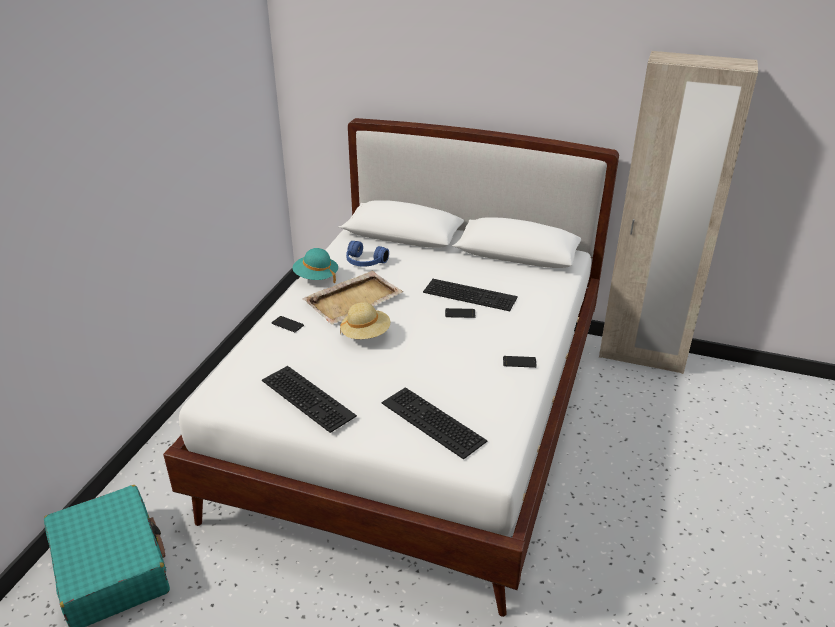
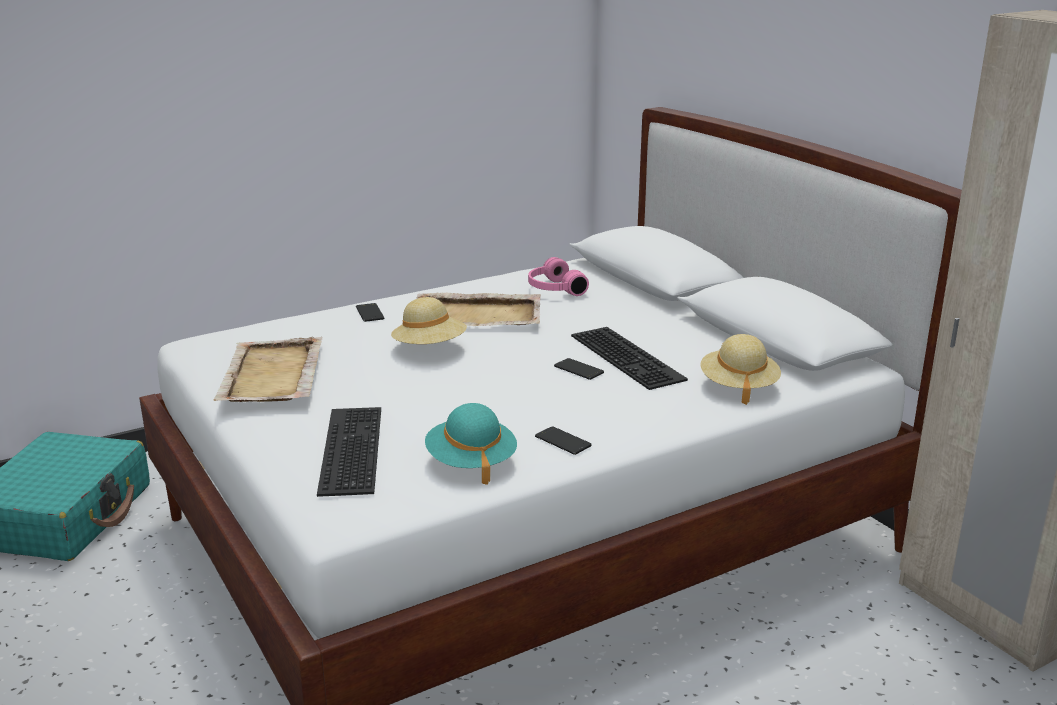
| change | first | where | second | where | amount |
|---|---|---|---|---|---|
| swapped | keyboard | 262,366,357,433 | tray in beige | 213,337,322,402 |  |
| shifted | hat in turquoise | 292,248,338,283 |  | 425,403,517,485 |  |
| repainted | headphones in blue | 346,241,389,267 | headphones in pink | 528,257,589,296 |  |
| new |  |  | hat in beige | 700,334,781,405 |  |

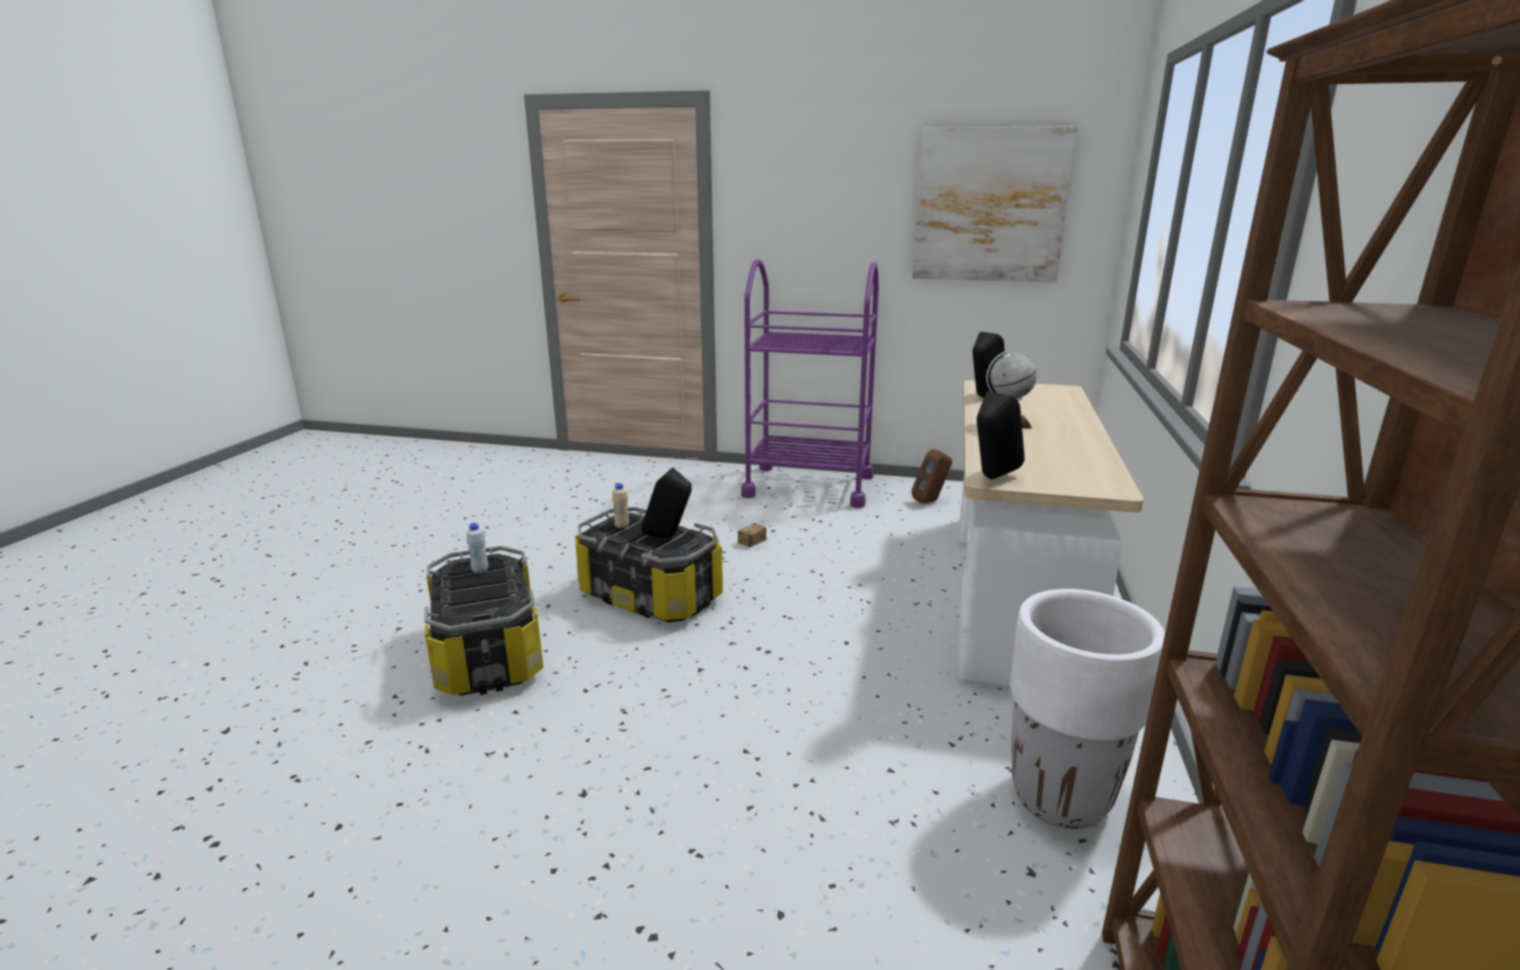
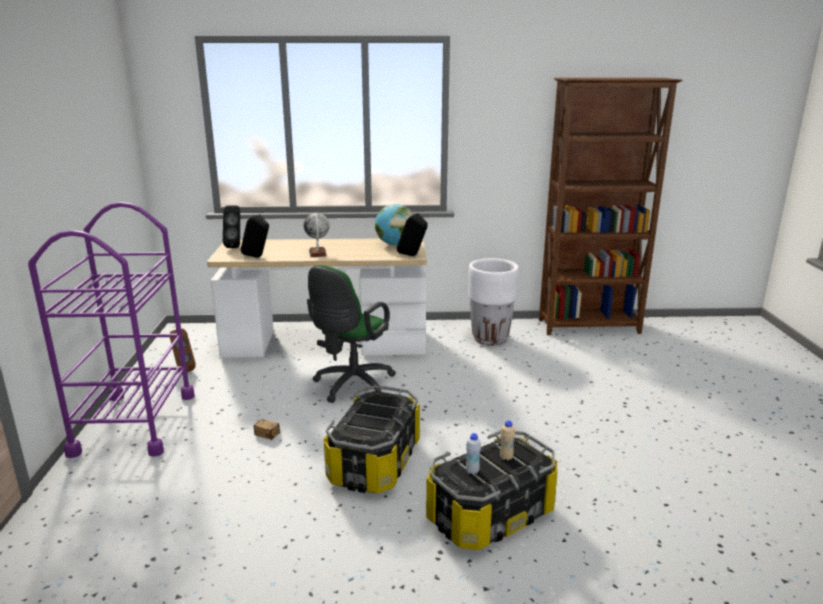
| change | first | where | second | where | amount |
|---|---|---|---|---|---|
| shifted | speaker in black | 641,468,692,538 |  | 223,205,240,248 |  |
| new |  |  | office chair in green | 307,265,396,403 |  |
| new |  |  | globe | 375,204,414,245 |  |
| shifted | bottle in beige | 612,483,629,529 |  | 500,420,515,461 |  |
| gone | picture | 913,126,1077,282 |  |  |  |

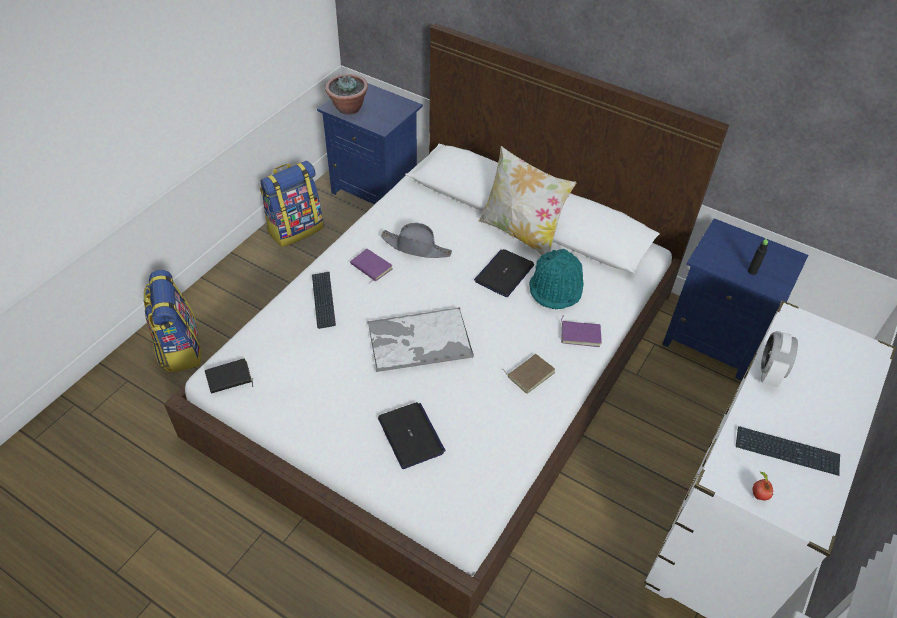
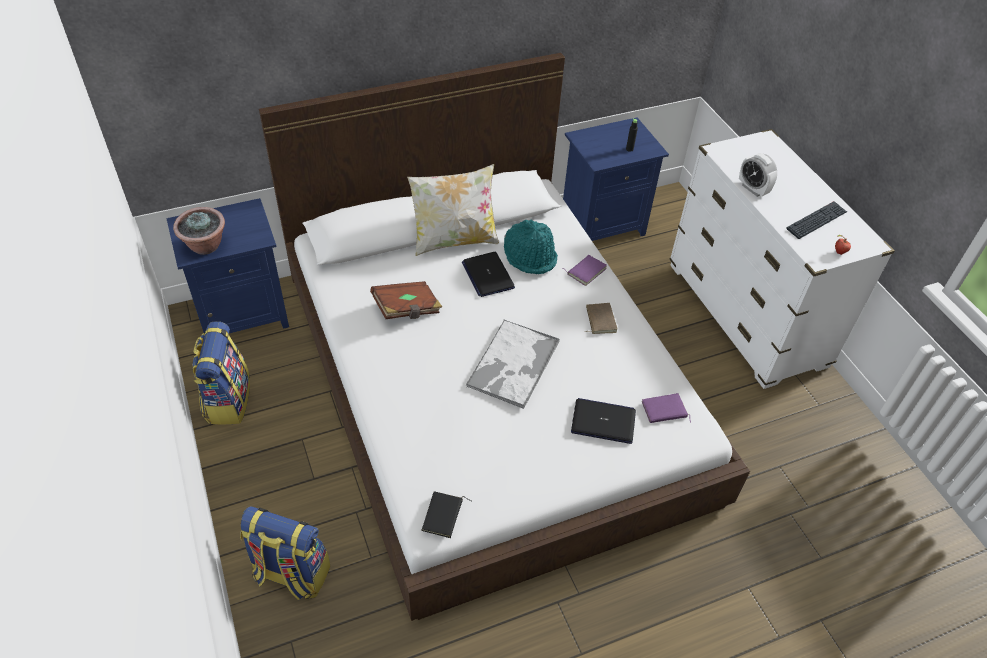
| change | first | where | second | where | amount |
|---|---|---|---|---|---|
| swapped | hat in grey | 381,223,452,258 | book in brown | 370,281,442,319 |  |
| shifted | book in purple | 350,249,393,283 |  | 642,393,691,423 |  |
| gone | keyboard | 312,272,336,329 |  |  |  |

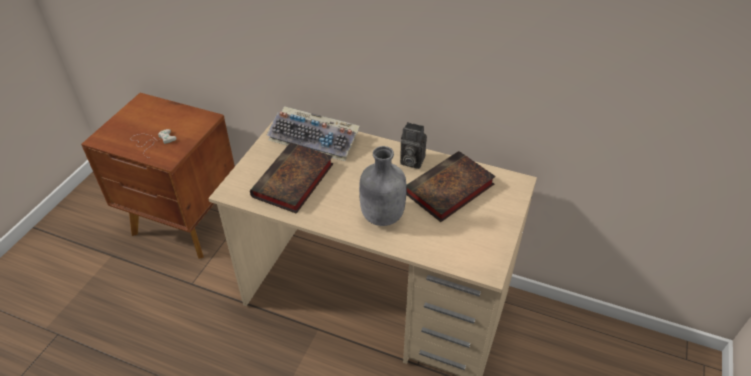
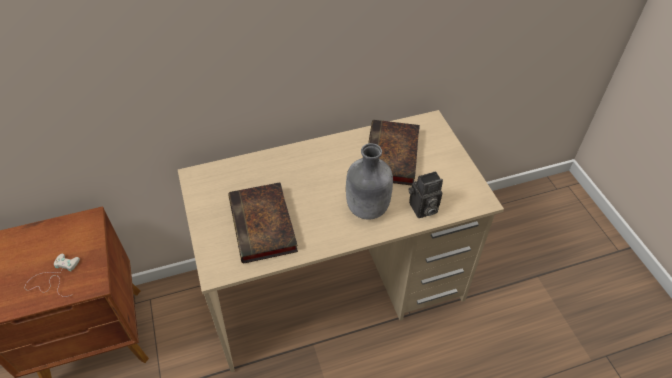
| change | first | where | second | where | amount |
|---|---|---|---|---|---|
| shifted | photo camera | 400,122,427,169 |  | 409,171,443,218 |  |
| gone | keyboard | 267,106,360,161 |  |  |  |

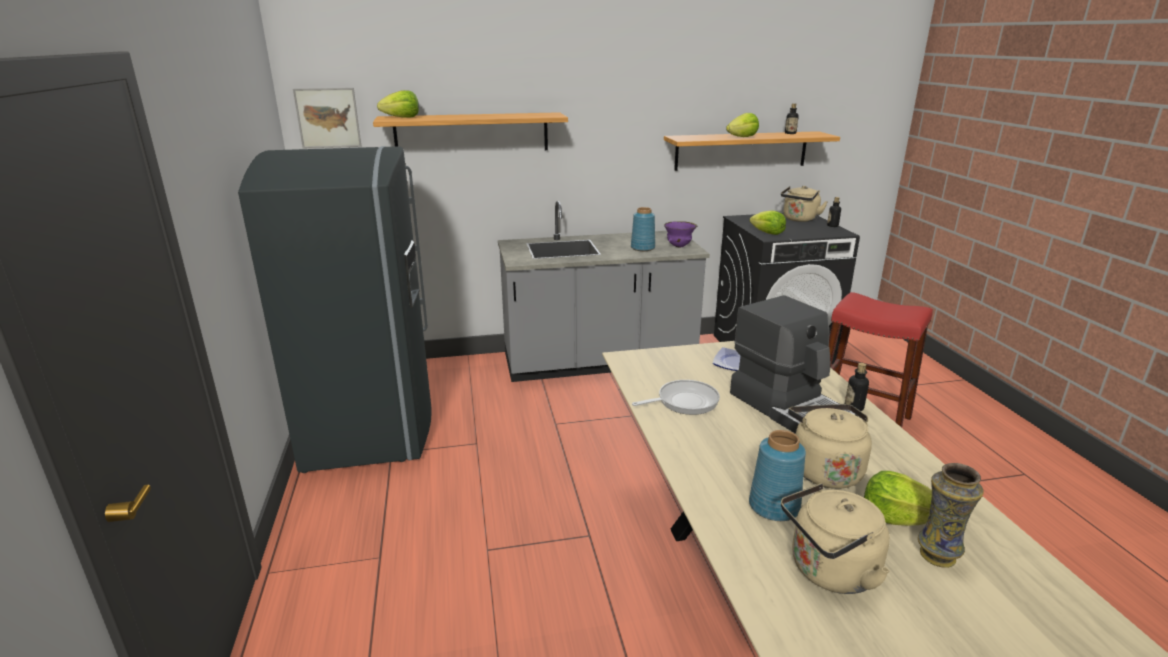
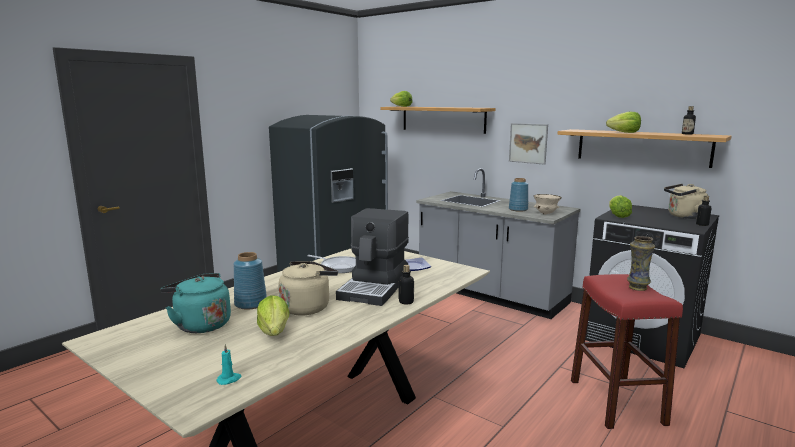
| change | first | where | second | where | amount |
|---|---|---|---|---|---|
| repainted | kettle in beige | 781,483,890,594 | kettle in turquoise | 161,273,231,333 |  |
| new |  |  | candle in turquoise | 216,344,242,385 |  |
| shifted | picture | 293,88,361,148 |  | 509,123,548,165 |  |
| repainted | bowl in purple | 664,221,697,247 | bowl in beige | 534,194,562,214 |  |
| shifted | vase | 918,463,984,568 |  | 627,236,655,291 |  |

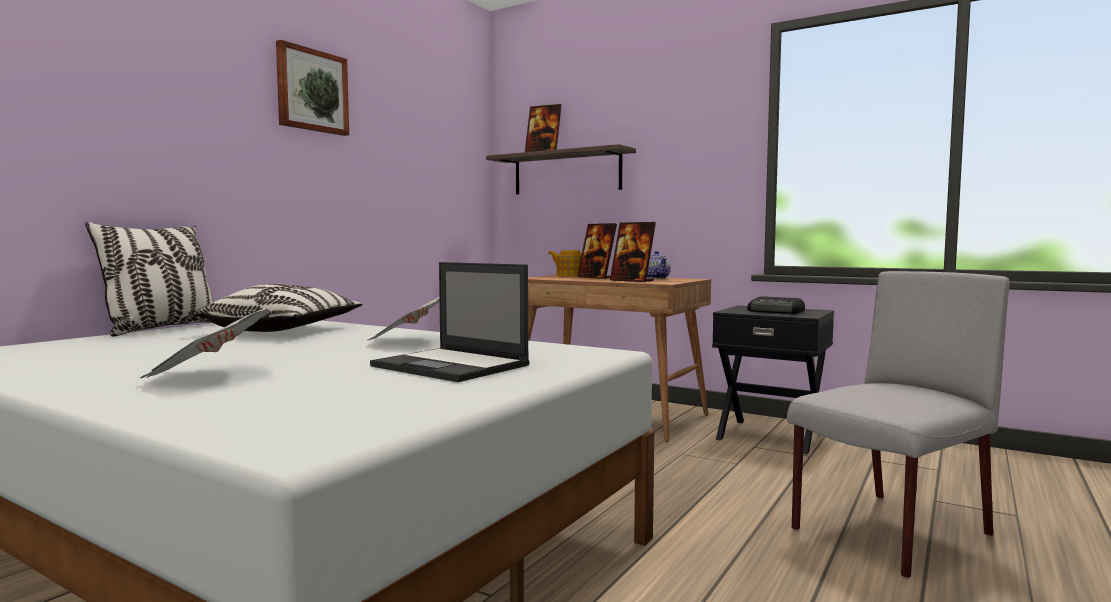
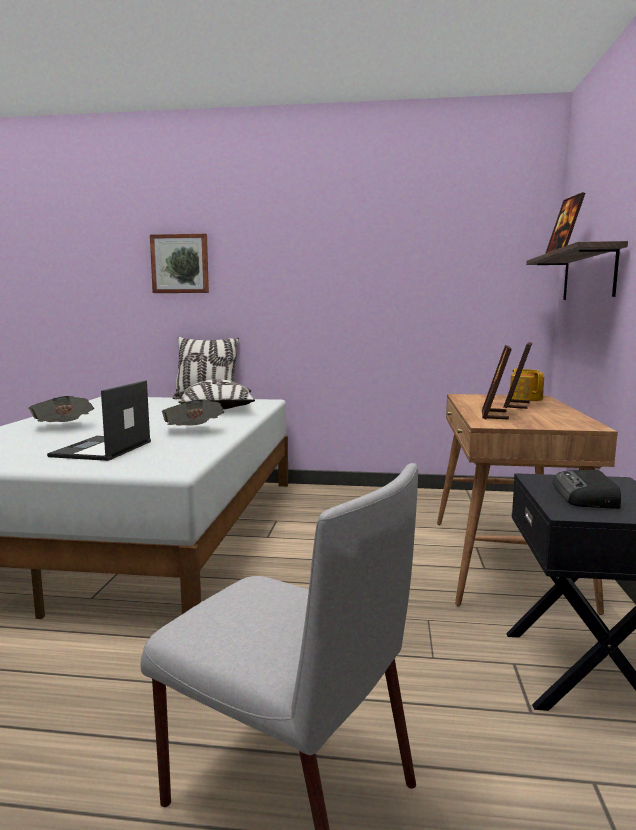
| change | first | where | second | where | amount |
|---|---|---|---|---|---|
| shifted | picture | 276,40,349,136 |  | 150,234,209,293 |  |
| gone | teapot | 647,251,671,279 |  |  |  |

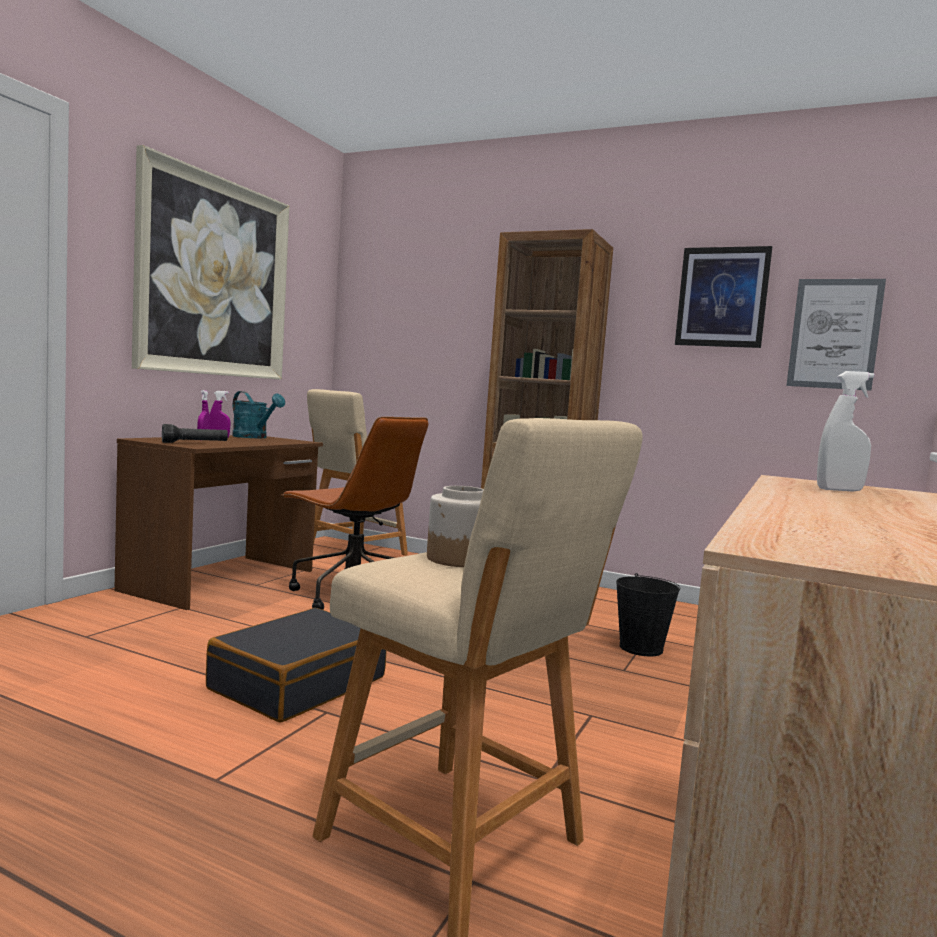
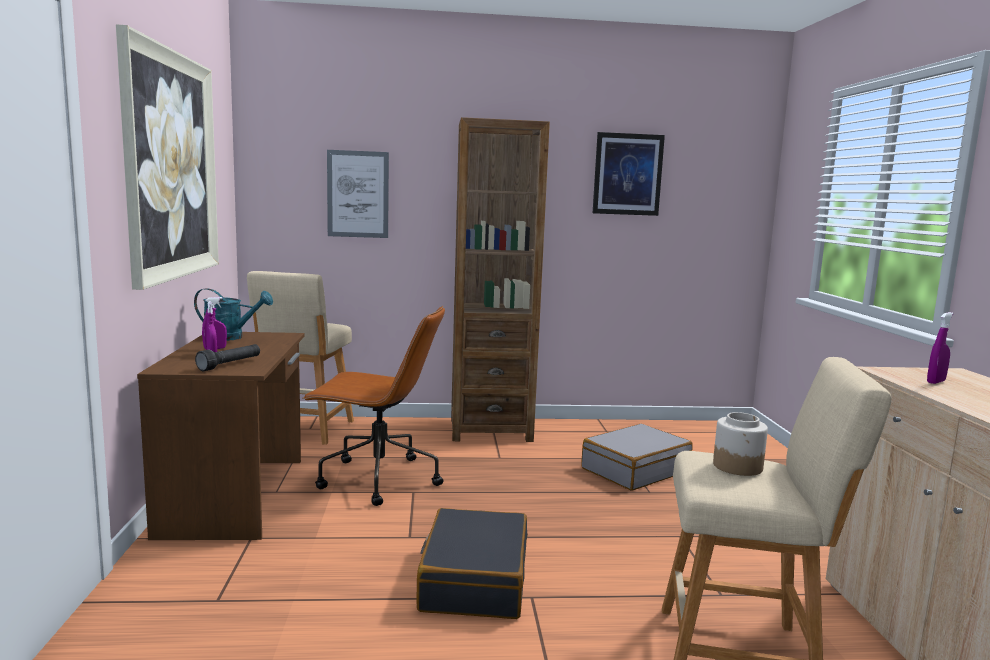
| change | first | where | second | where | amount |
|---|---|---|---|---|---|
| shifted | picture | 786,279,886,391 |  | 327,150,389,238 |  |
| swapped | bucket in black | 616,573,681,656 | suitcase in grey | 582,424,693,491 |  |
| repainted | spray bottle in white | 817,371,875,492 | spray bottle in purple | 927,312,954,384 |  |

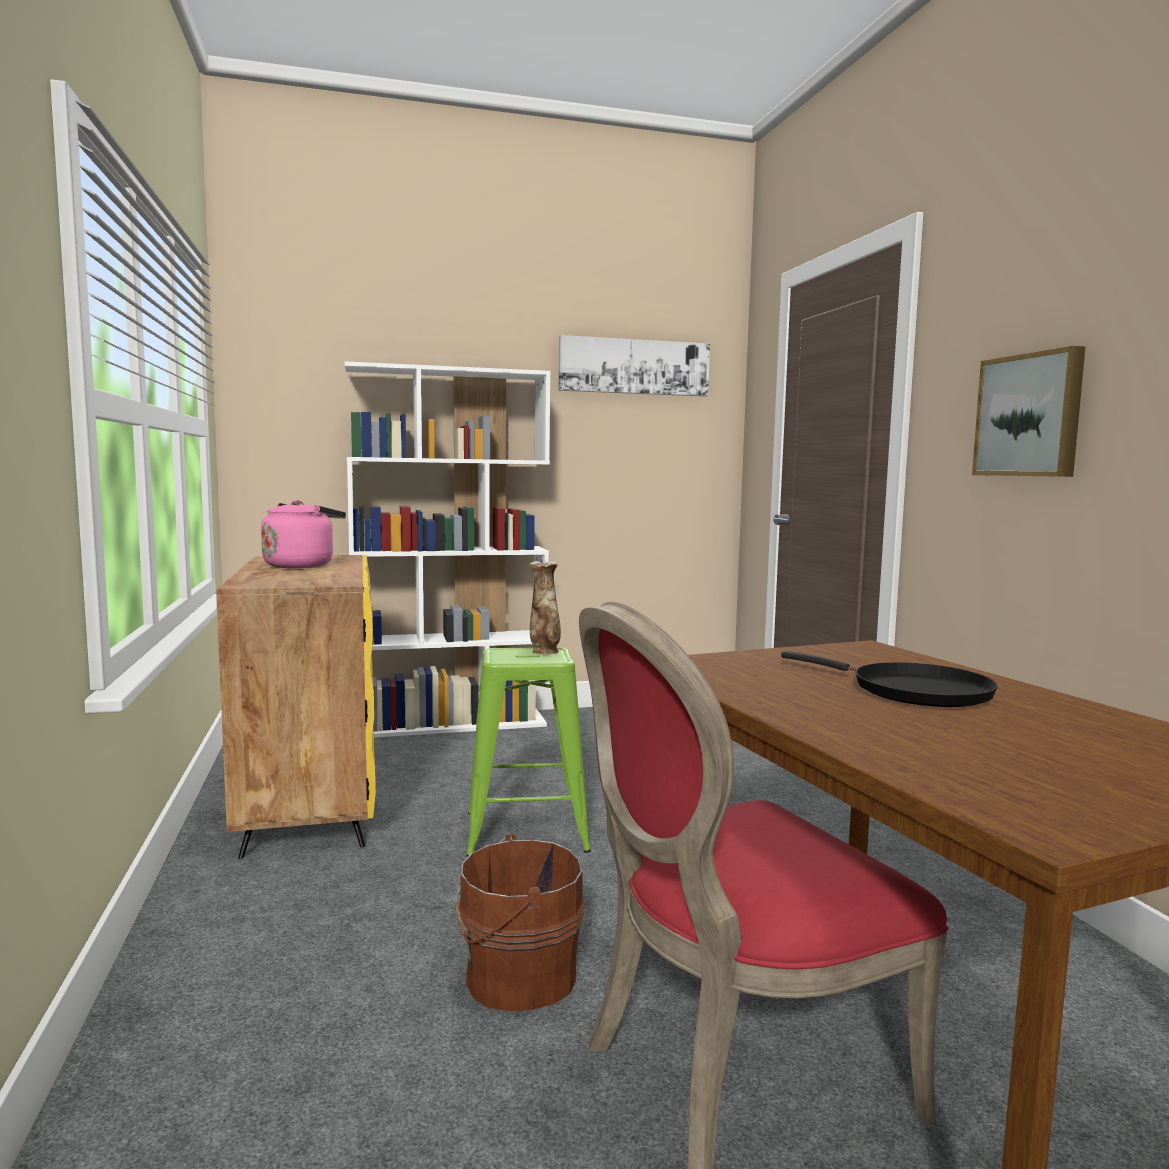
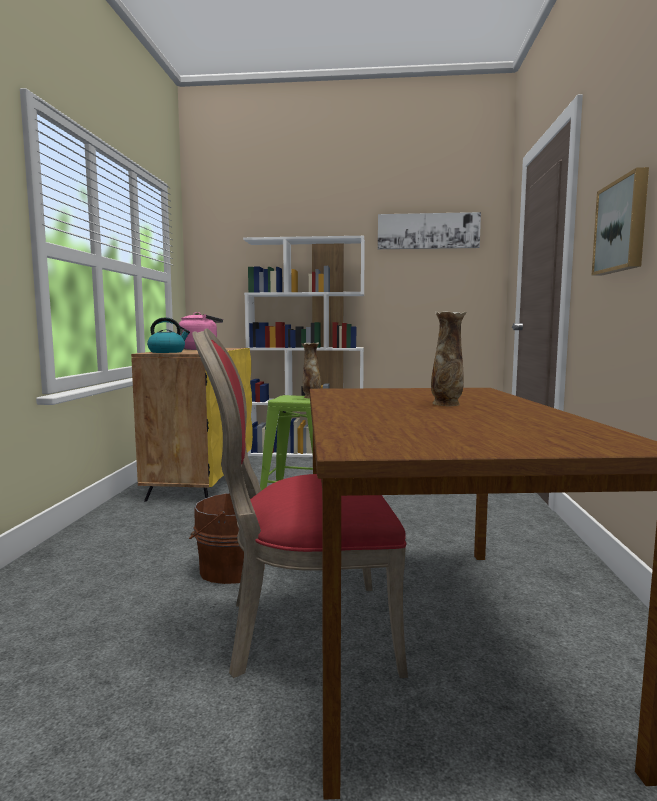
| change | first | where | second | where | amount |
|---|---|---|---|---|---|
| new |  |  | kettle | 147,318,190,353 |  |
| swapped | frying pan in black | 781,651,998,707 | vase | 431,312,467,406 |  |

